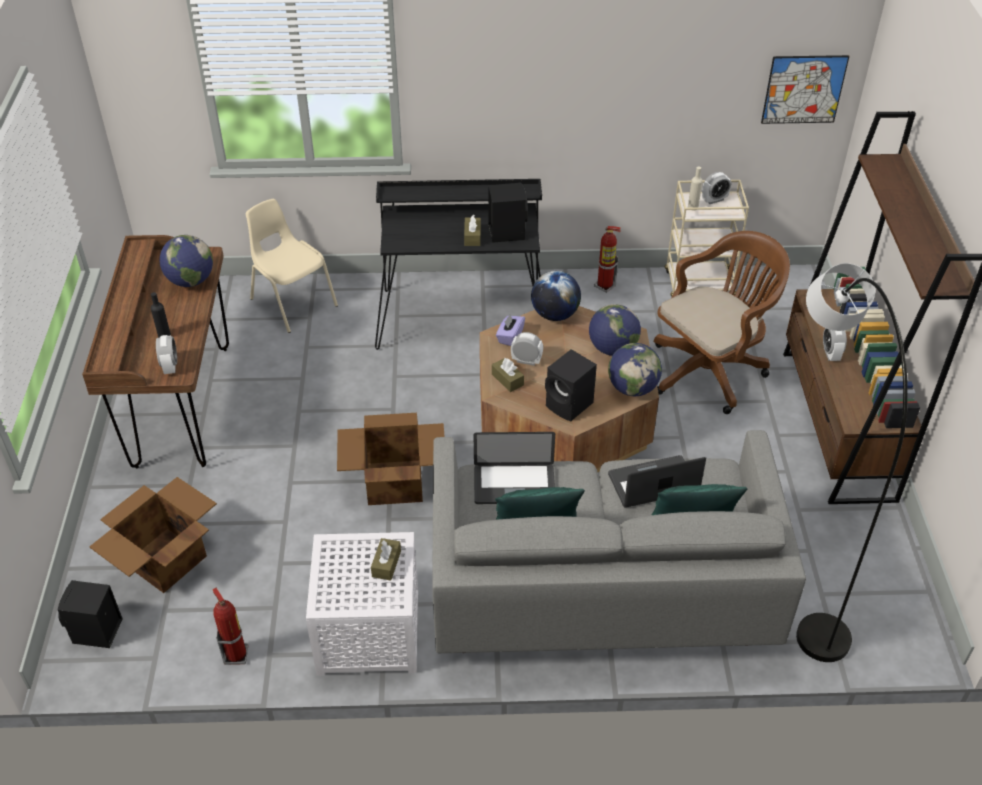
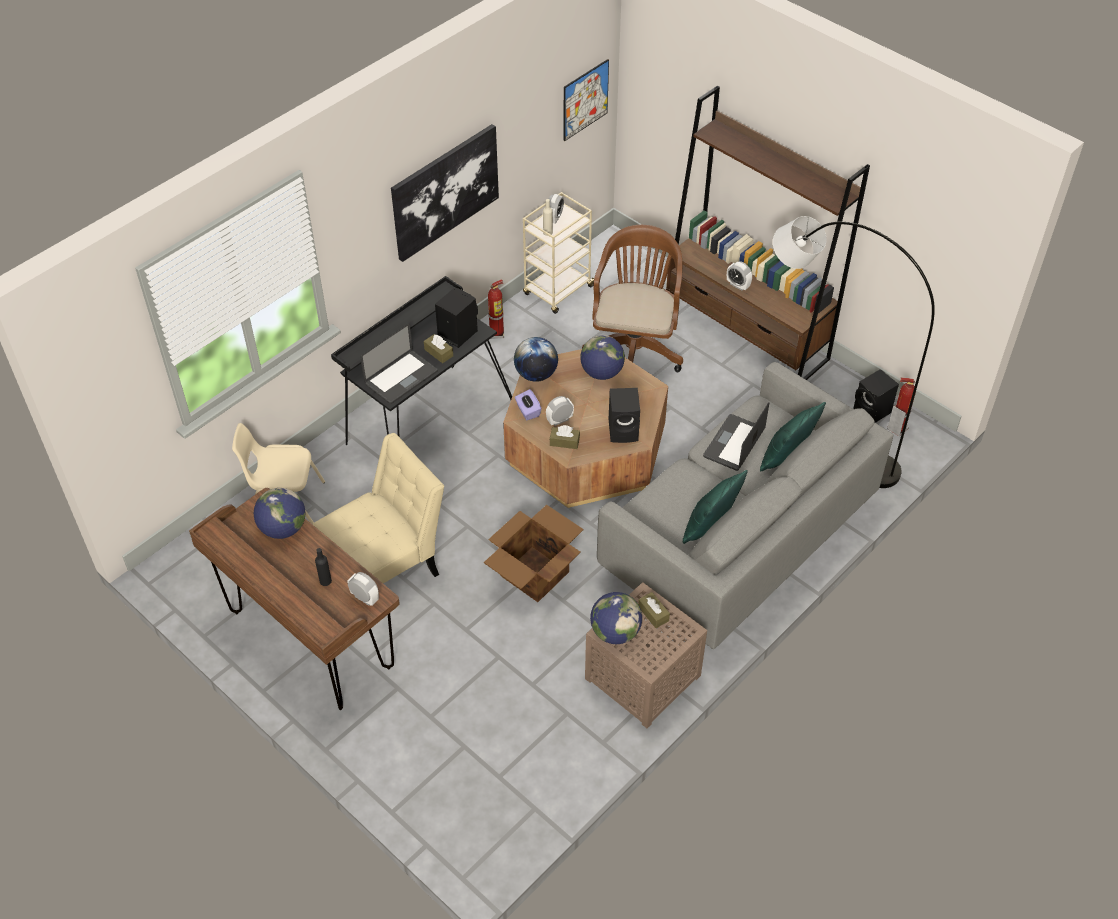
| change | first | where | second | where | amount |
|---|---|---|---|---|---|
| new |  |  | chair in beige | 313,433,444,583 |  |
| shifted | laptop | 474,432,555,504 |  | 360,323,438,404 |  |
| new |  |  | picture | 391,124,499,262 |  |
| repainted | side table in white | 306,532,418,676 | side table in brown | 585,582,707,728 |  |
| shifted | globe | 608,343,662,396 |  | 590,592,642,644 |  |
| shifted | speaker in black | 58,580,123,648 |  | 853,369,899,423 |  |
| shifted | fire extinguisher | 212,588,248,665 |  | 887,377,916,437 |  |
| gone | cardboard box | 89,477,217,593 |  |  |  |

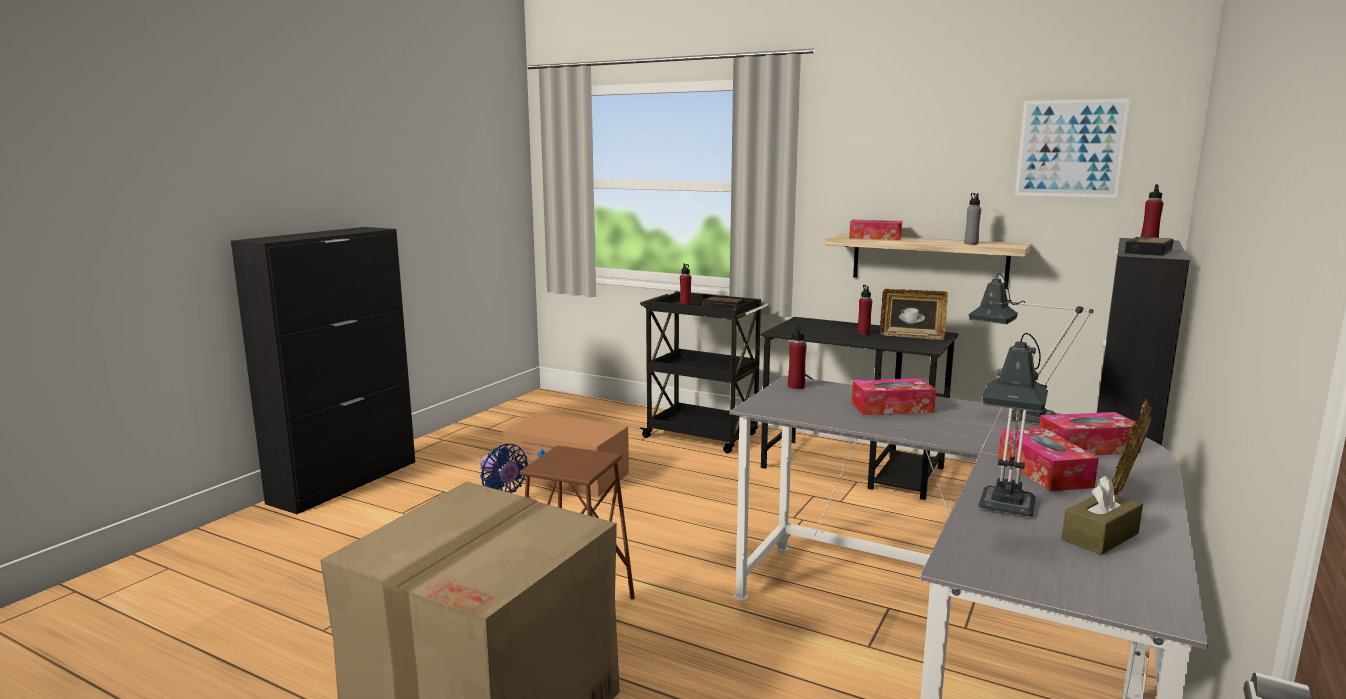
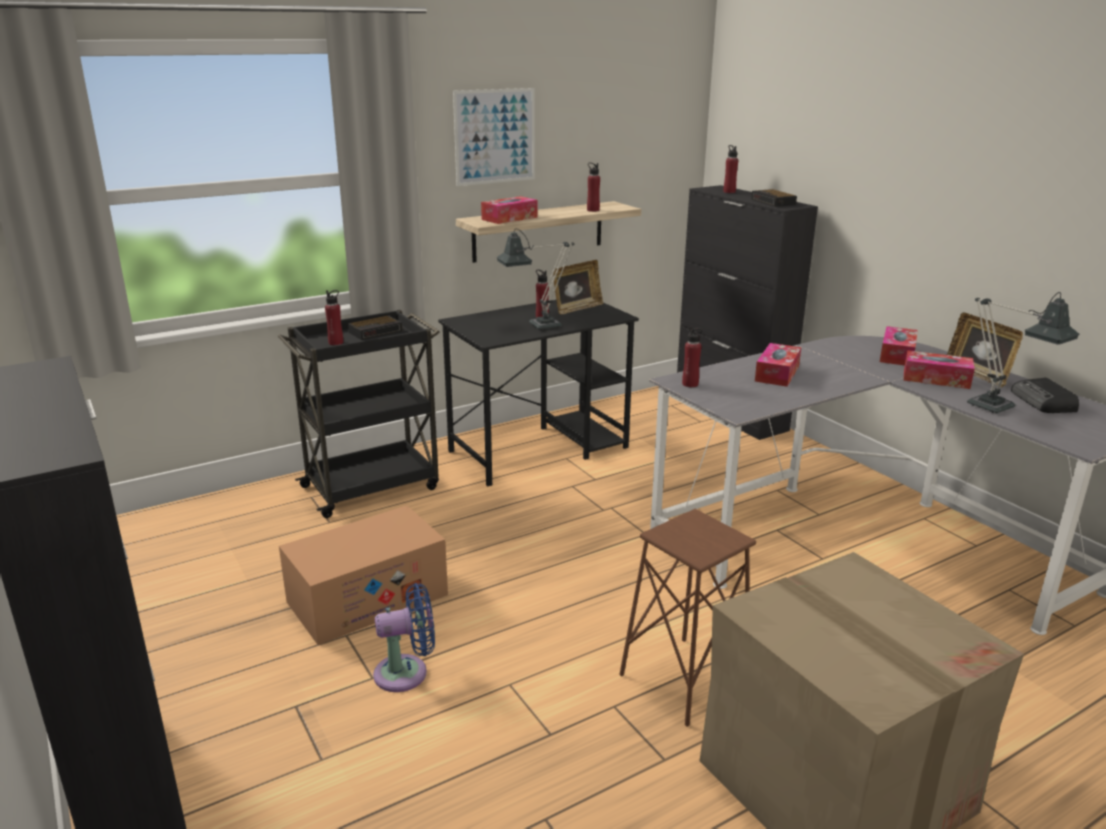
| change | first | where | second | where | amount |
|---|---|---|---|---|---|
| shifted | picture | 1015,98,1130,198 |  | 453,88,535,186 |  |
| shifted | table lamp | 968,273,1094,423 |  | 497,229,574,330 |  |
| repainted | bottle in grey | 964,193,981,245 | bottle in red | 587,162,600,212 |  |
| swapped | tissue box in brown | 1062,475,1143,555 | radio | 1011,378,1079,413 |  |

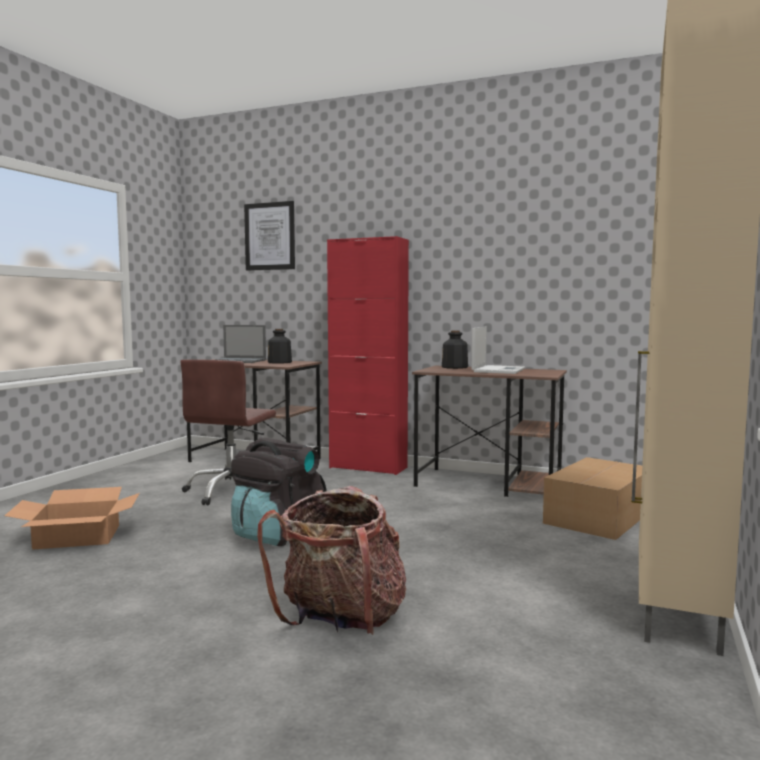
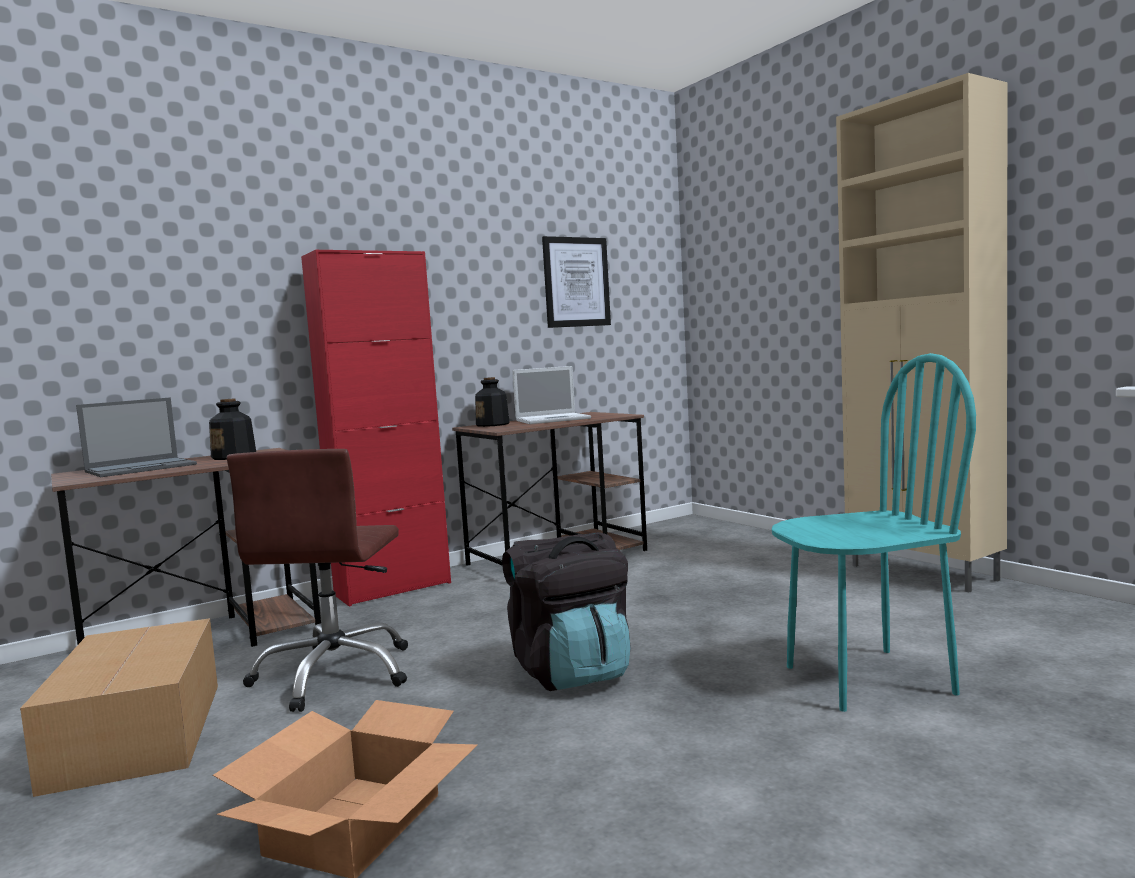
| change | first | where | second | where | amount |
|---|---|---|---|---|---|
| shifted | cardboard box | 543,457,642,540 |  | 20,618,218,797 |  |
| rotated | office chair in brown | 180,359,276,505 |  | 227,449,408,712 | 45 degrees clockwise |
| rotated | laptop | 471,326,525,374 |  | 512,366,591,424 | 105 degrees clockwise |
| shifted | picture | 244,201,295,270 |  | 542,236,611,328 |  |
| swapped | backpack | 257,486,406,635 | chair in turquoise | 771,353,976,712 |  |

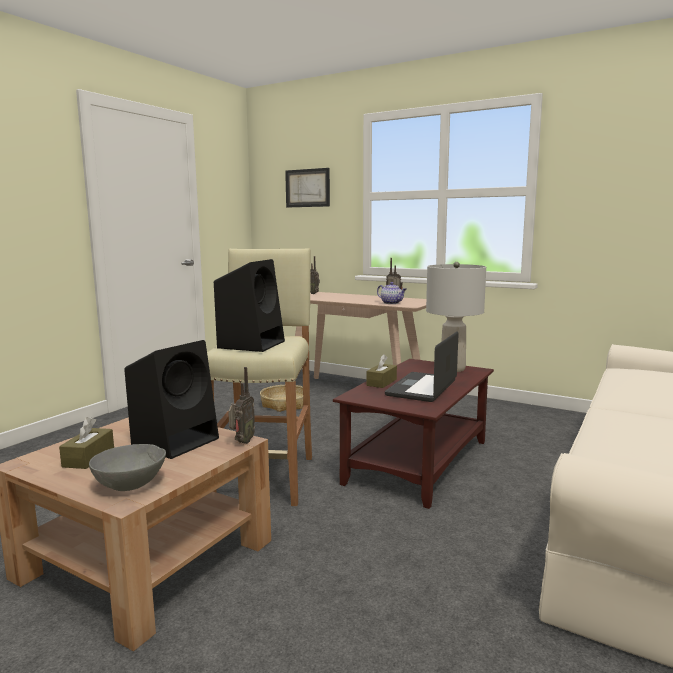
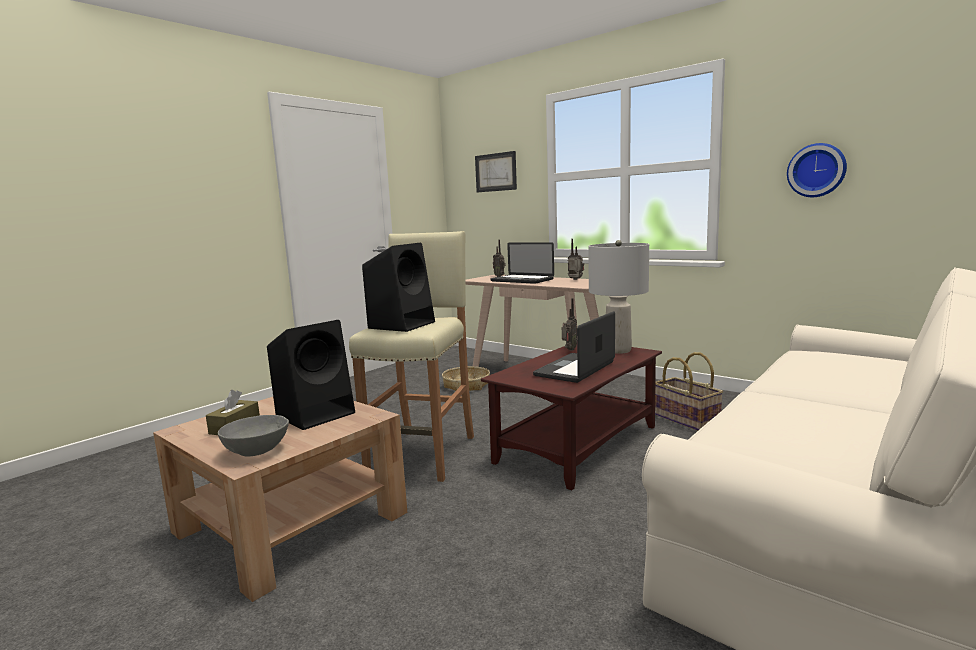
| change | first | where | second | where | amount |
|---|---|---|---|---|---|
| new |  |  | laptop | 491,242,554,284 |  |
| shifted | radio | 228,367,255,444 |  | 562,298,577,351 |  |
| new |  |  | basket | 655,352,723,431 |  |
| new |  |  | wall clock | 787,143,847,197 |  |
| gone | tissue box in brown | 366,354,397,388 |  |  |  |
| gone | teapot | 377,282,406,304 |  |  |  |

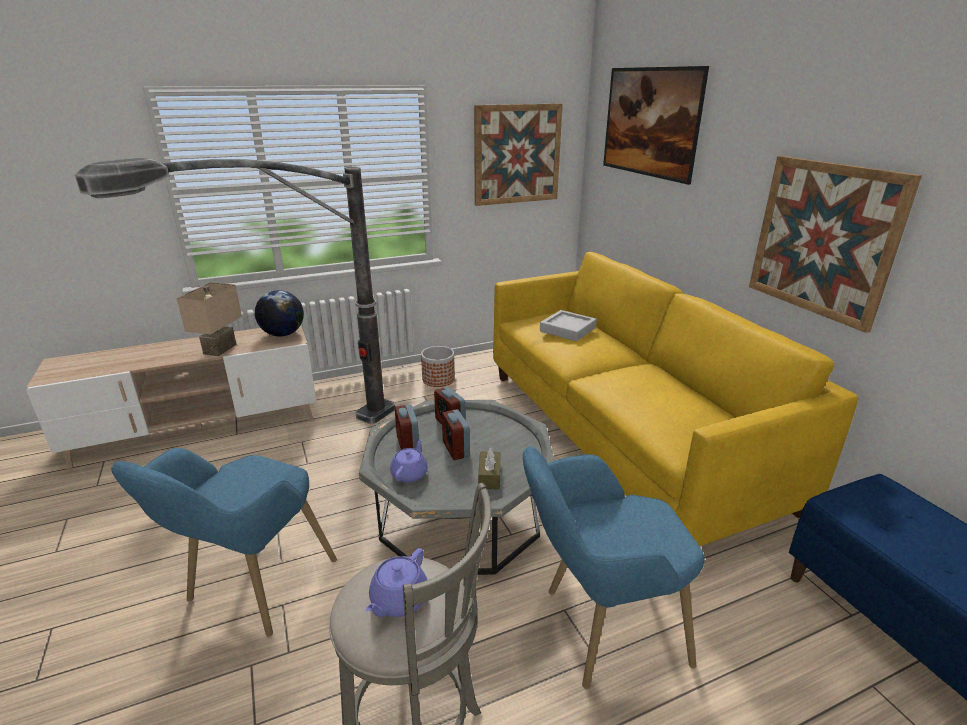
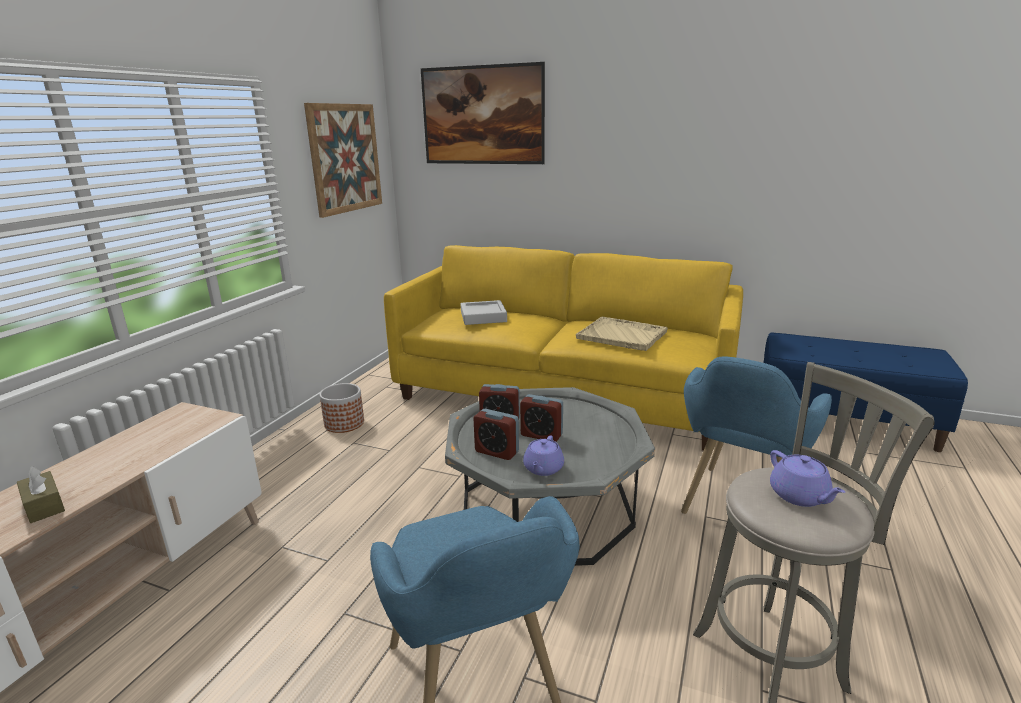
| change | first | where | second | where | amount |
|---|---|---|---|---|---|
| shifted | tissue box in brown | 478,447,500,489 |  | 17,466,65,523 |  |
| rotated | teapot in purple | 390,439,428,483 |  | 523,435,564,476 | 135 degrees counterclockwise |
| new |  |  | tray in beige | 576,317,668,351 |  |
| gone | floor lamp | 75,158,395,424 |  |  |  |
| gone | table lamp in beige | 177,282,242,356 |  |  |  |
| gone | globe | 255,290,304,337 |  |  |  |
| gone | picture | 749,156,922,333 |  |  |  |

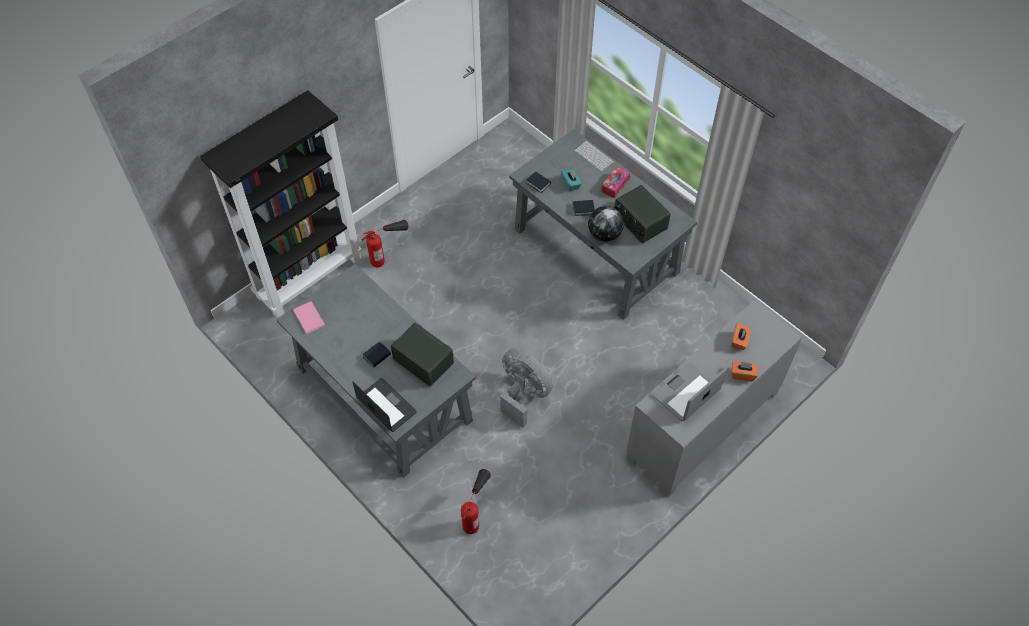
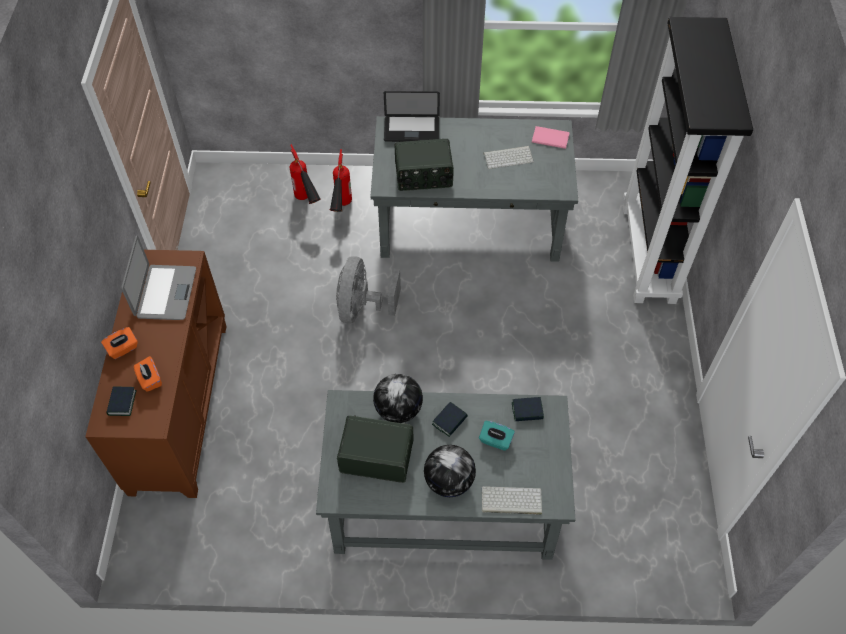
| change | first | where | second | where | amount |
|---|---|---|---|---|---|
| repainted | cabinet in grey | 626,300,803,497 | cabinet in brown | 85,250,227,498 |  |
| shifted | book | 363,341,391,368 |  | 106,387,137,416 |  |
| shifted | fire extinguisher | 362,220,408,267 |  | 330,149,352,212 |  |
| rotated | fan in grey | 500,348,553,428 |  | 336,256,401,323 | 105 degrees clockwise |
| swapped | tissue box | 601,167,630,198 | globe | 424,445,476,497 |  |
| new |  |  | keyboard | 484,146,534,169 |  |

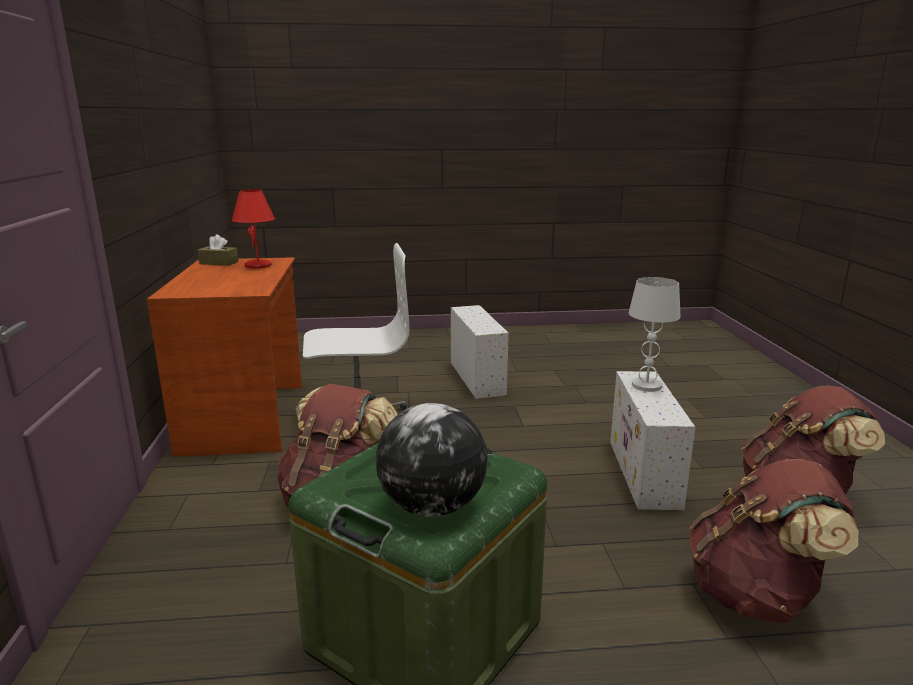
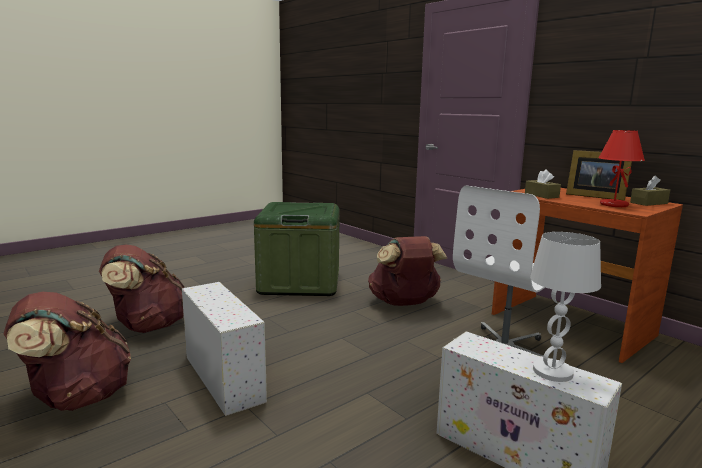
| change | first | where | second | where | amount |
|---|---|---|---|---|---|
| new |  |  | tissue box in brown | 525,169,561,199 |  |
| shifted | table lamp in white | 629,277,681,392 |  | 530,232,601,382 |  |
| new |  |  | picture frame | 566,150,632,201 |  |
| gone | globe | 376,403,488,517 |  |  |  |

